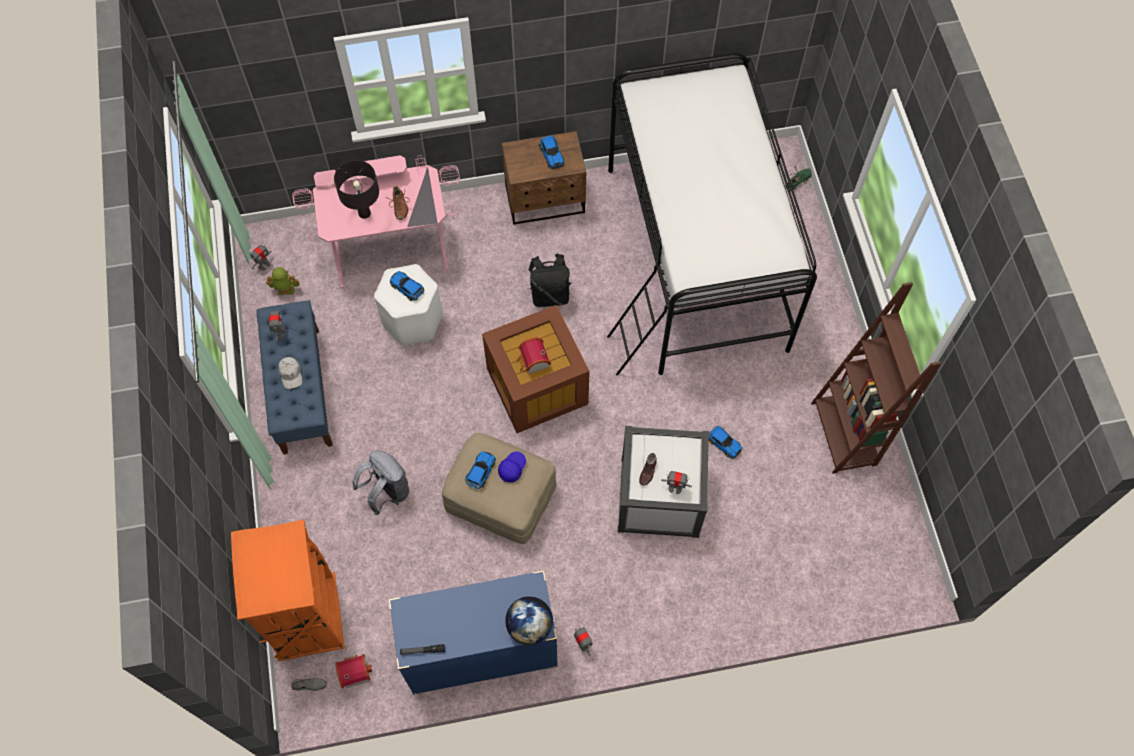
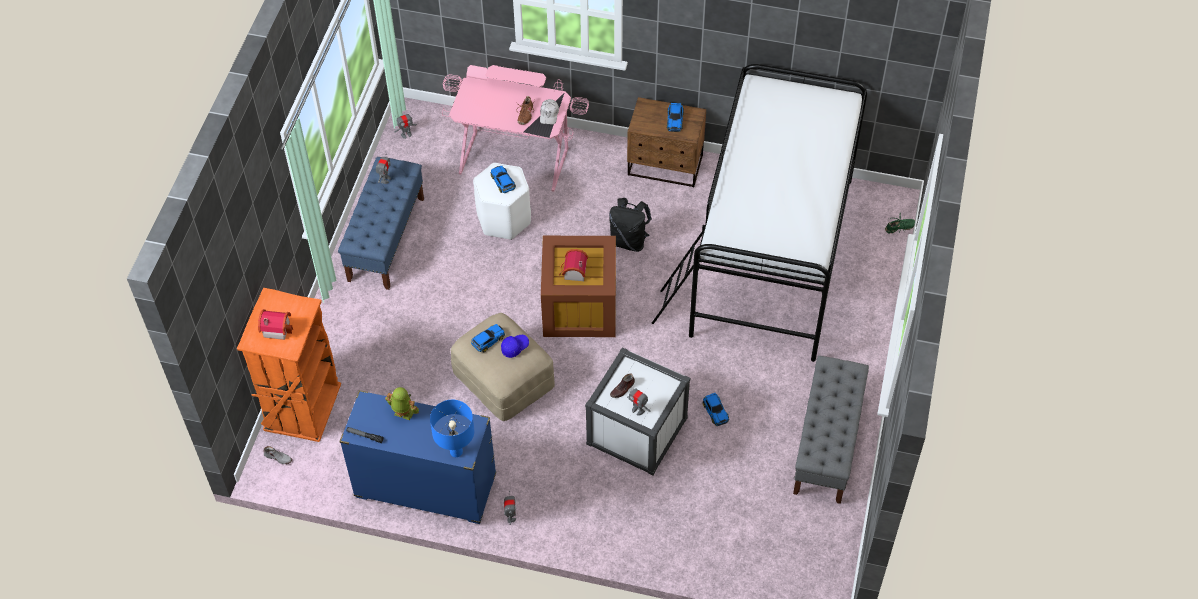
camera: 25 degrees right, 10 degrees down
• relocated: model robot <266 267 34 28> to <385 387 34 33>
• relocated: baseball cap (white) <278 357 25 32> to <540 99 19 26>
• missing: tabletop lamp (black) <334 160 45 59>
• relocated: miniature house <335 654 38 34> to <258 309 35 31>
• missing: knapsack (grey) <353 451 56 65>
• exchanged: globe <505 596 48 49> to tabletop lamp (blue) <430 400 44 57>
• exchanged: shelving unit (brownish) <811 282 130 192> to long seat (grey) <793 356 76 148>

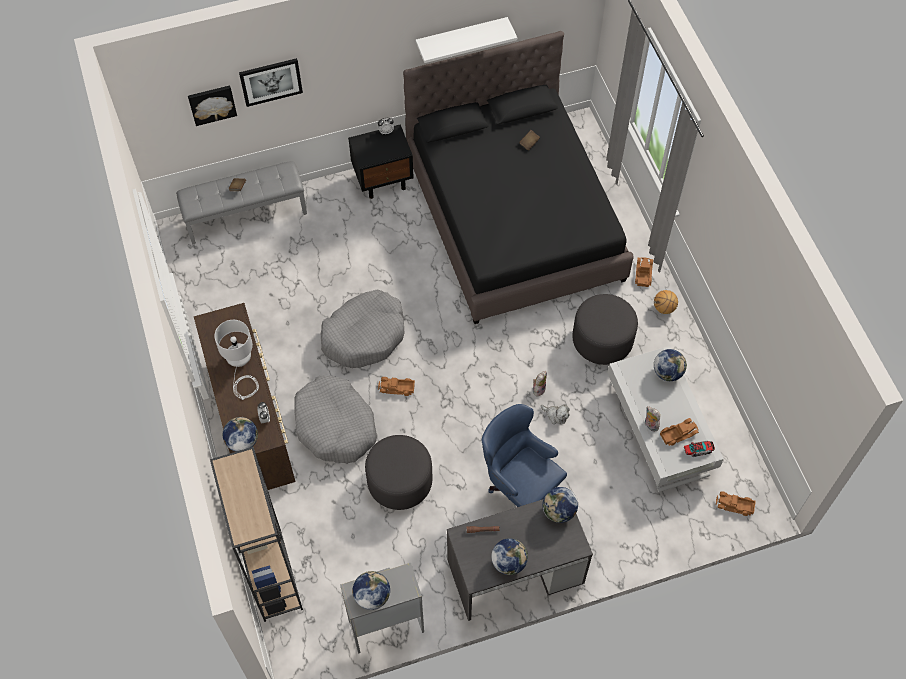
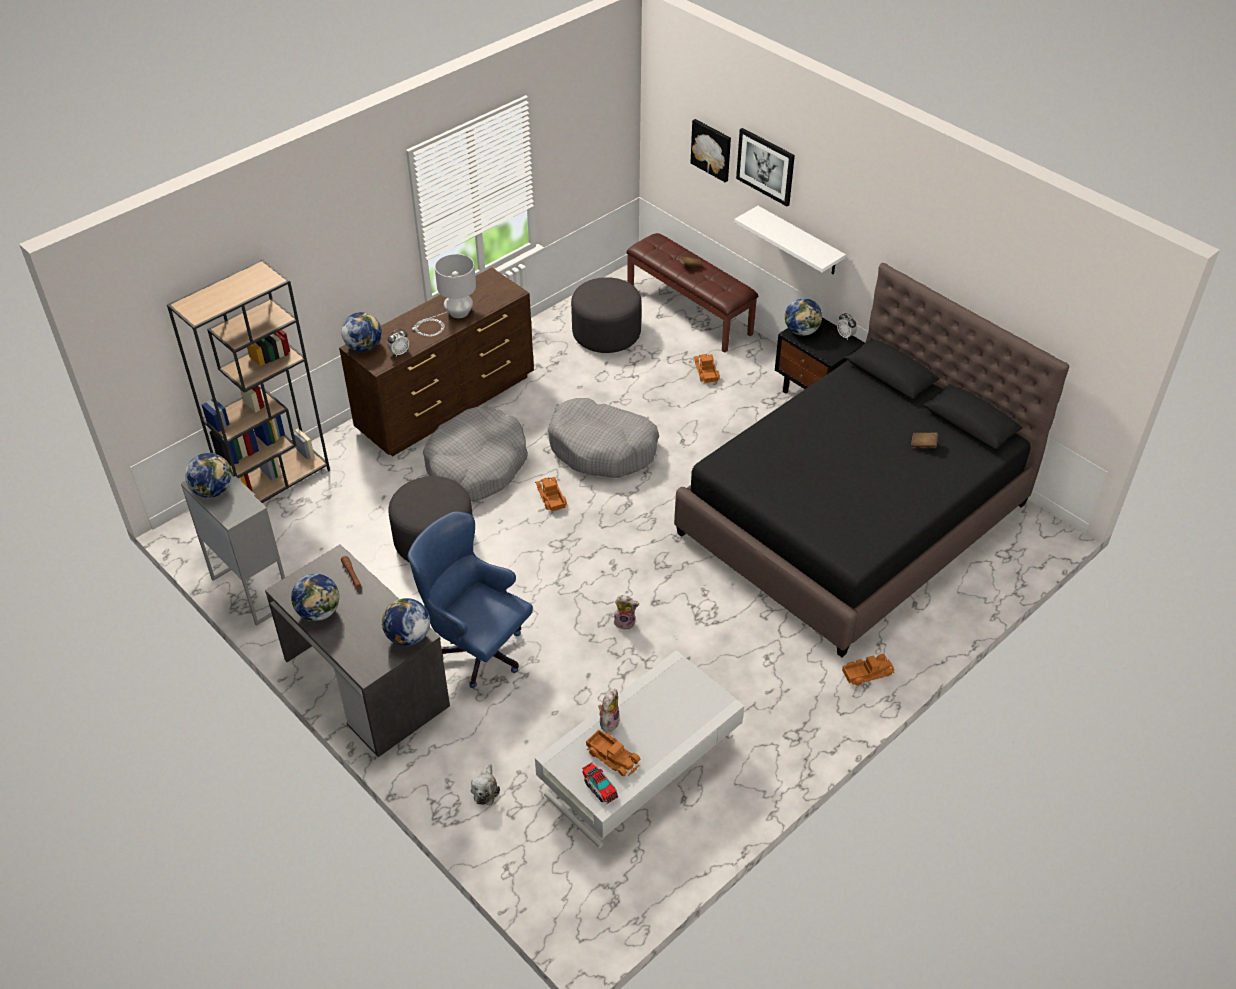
camera: 65 degrees right, 15 degrees down
• colour: long seat (grey) <176 161 131 84> to long seat (brownish) <626 233 132 120>
• relocated: shelf (white) <416 17 101 46> to <734 206 112 69>
• spun: computer chair (blue) <482 404 85 103> = <408 511 125 177> 75 degrees counterclockwise
• relocated: soft toy <541 404 29 21> to <471 764 29 41>
• relocated: footrest (grey) <572 294 66 71> to <571 277 71 76>
• missing: ball for basketball <654 290 24 24>
• relocated: globe <654 349 33 32> to <785 298 37 38>
• relocated: model truck <716 491 40 25> to <694 354 26 29>

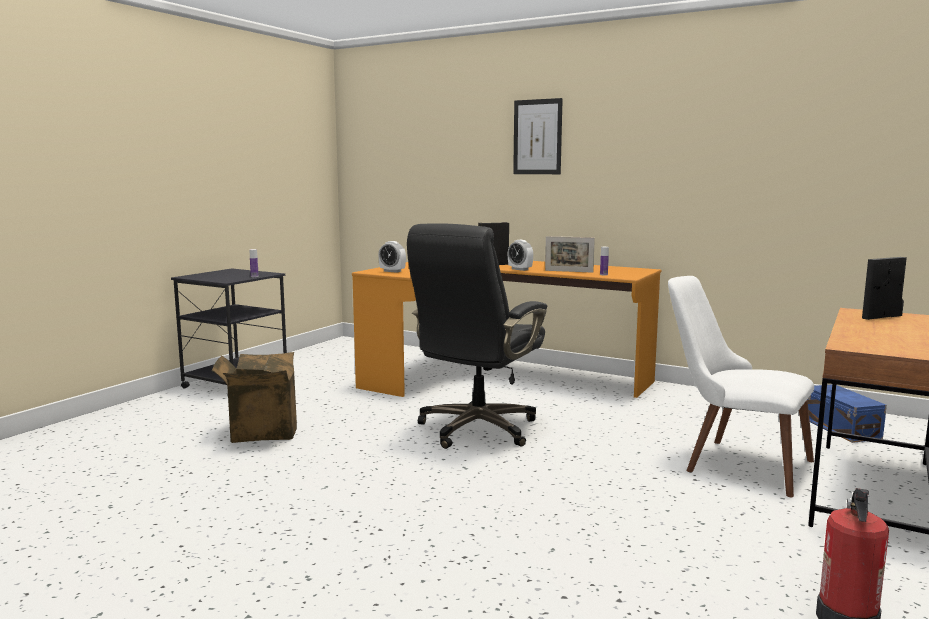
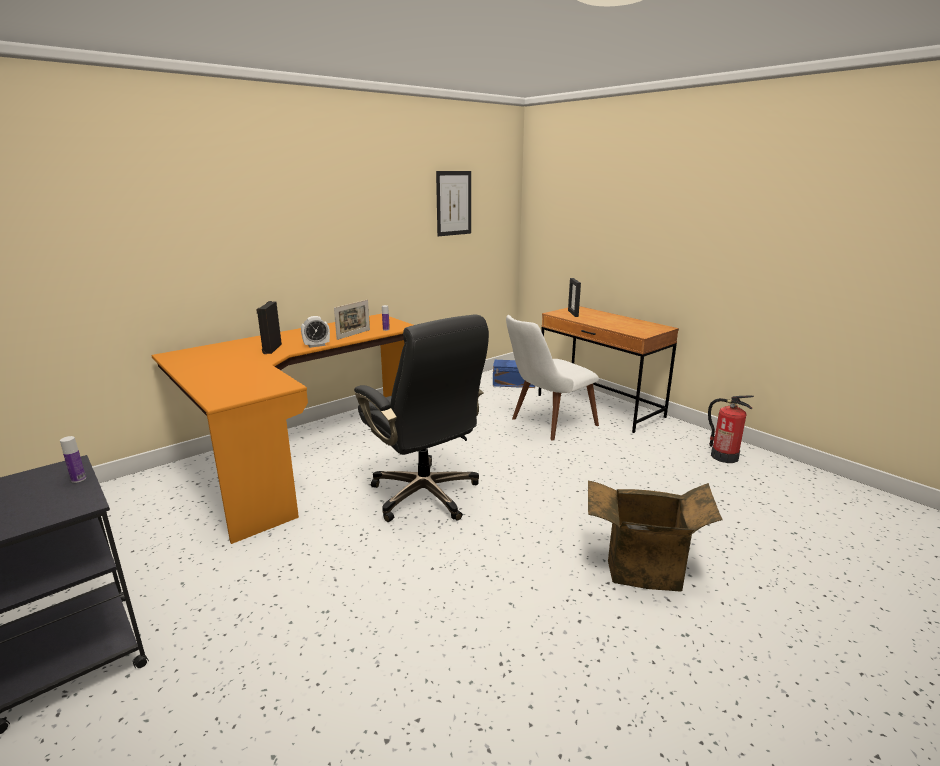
camera: 70 degrees left, 10 degrees up
• relocated: cardboard box <212 352 85 91> to <588 481 135 111>
• missing: alarm clock <379 241 27 32>
• relocated: wall picture <513 98 50 76> to <436 171 35 65>

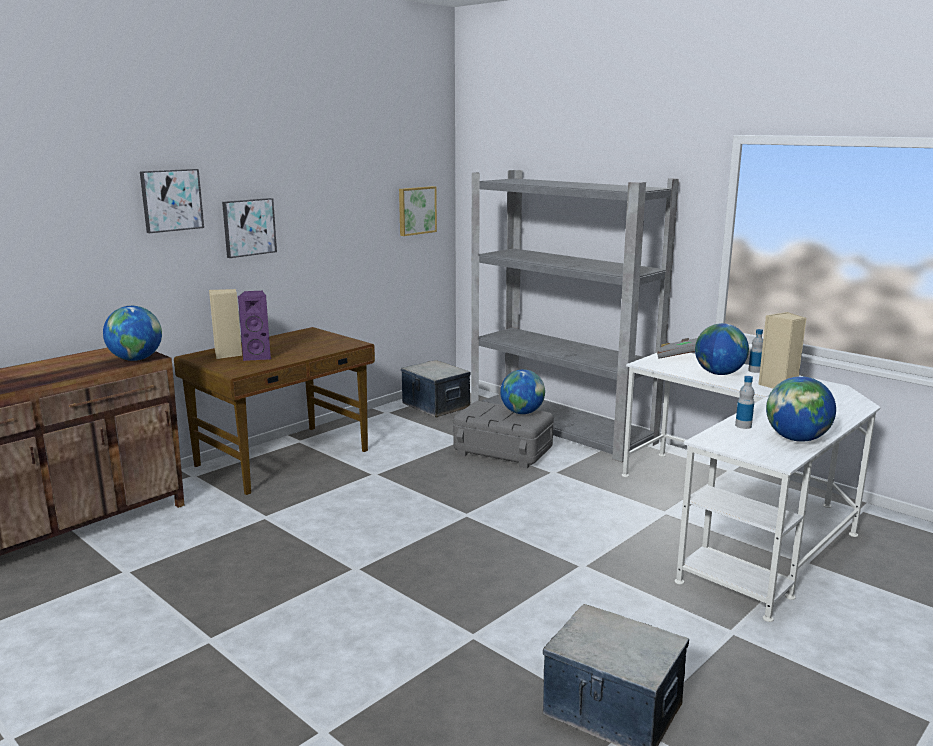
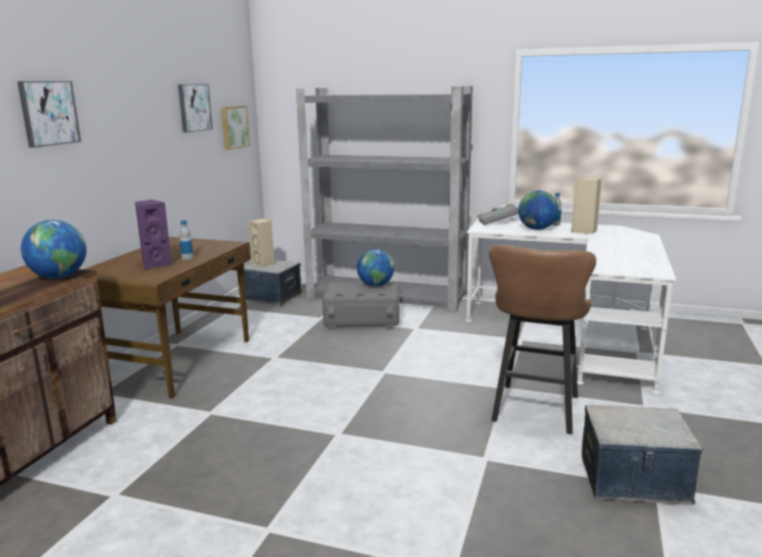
camera: 25 degrees left, 0 degrees up
• relocated: audio speaker (beige-coloured) <209 289 33 70> to <248 218 27 50>
• relocated: wall picture <222 198 55 60> to <178 84 35 49>
• relocated: drink bottle <735 376 20 53> to <179 220 15 40>
• missing: globe <766 376 70 66>
• appeared: sitting stool (brownish) <489 245 107 189>

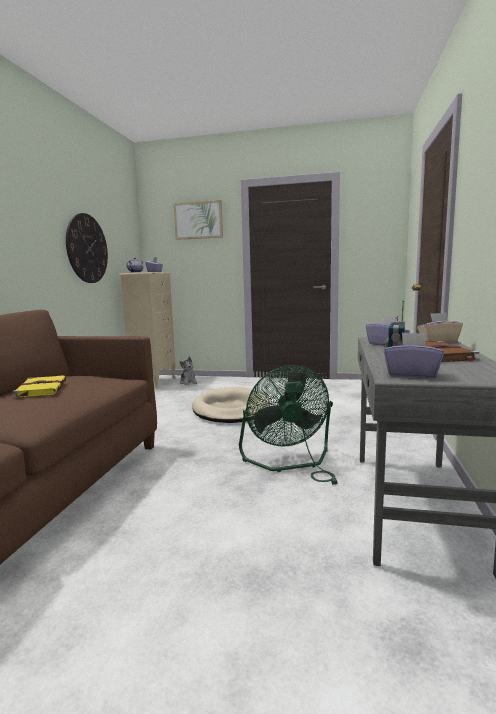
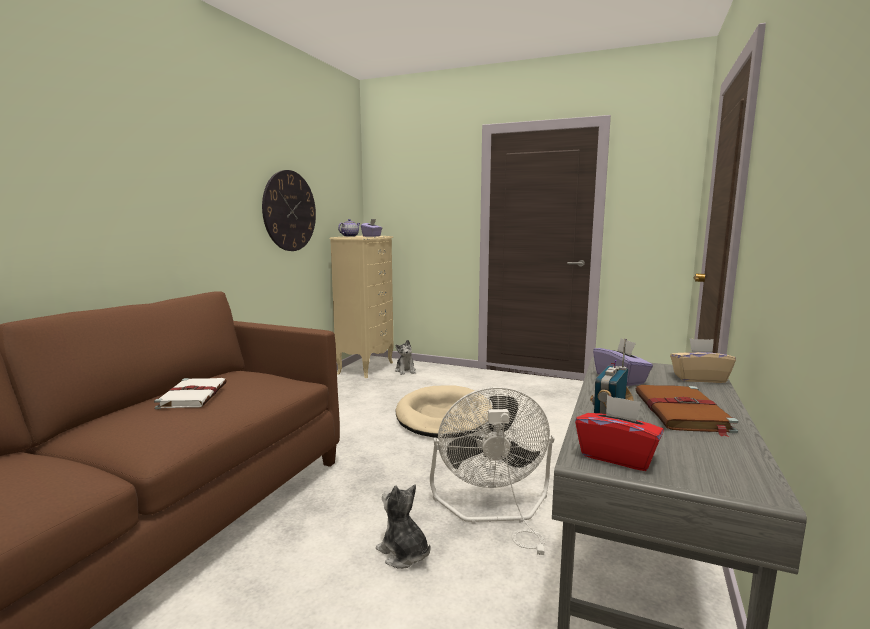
camera: 10 degrees right, 0 degrees up
• colour: book (yellow) <13 375 53 24> to book (white) <154 378 72 31>
• missing: wall picture <174 200 49 40>
• colour: cooling fan (green) <239 366 98 118> to cooling fan (white) <430 387 124 168>
• colour: tissue holder (purplish) <384 333 60 45> to tissue holder (red) <575 395 89 76>
• appeared: soft toy <376 484 55 85>

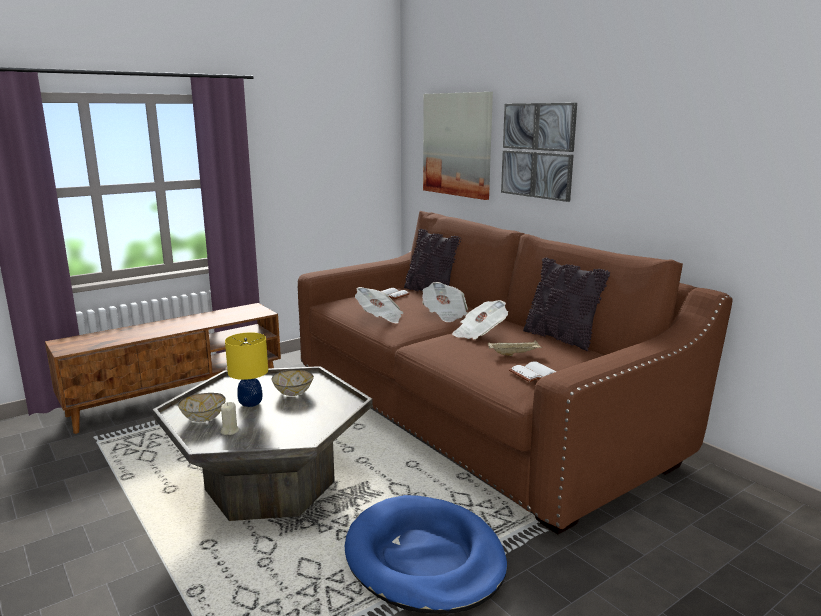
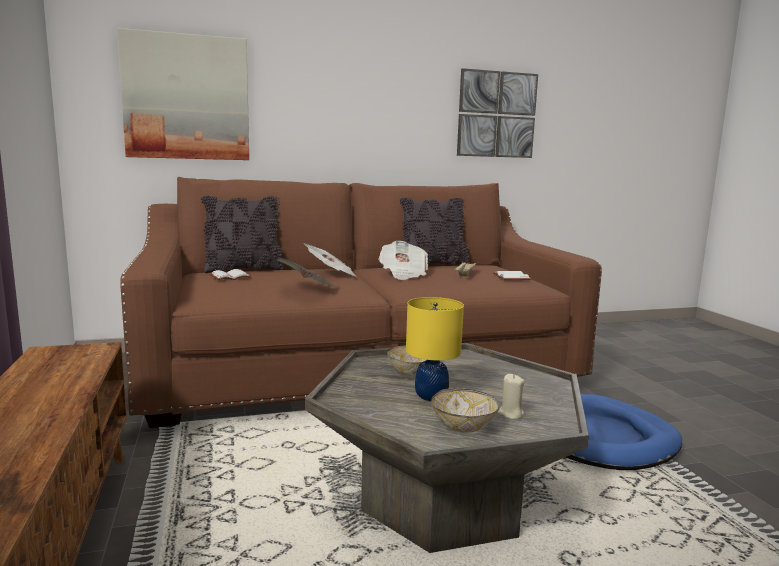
camera: 70 degrees left, 5 degrees down
• relocated: wall picture <501 103 76 99> to <457 68 81 90>

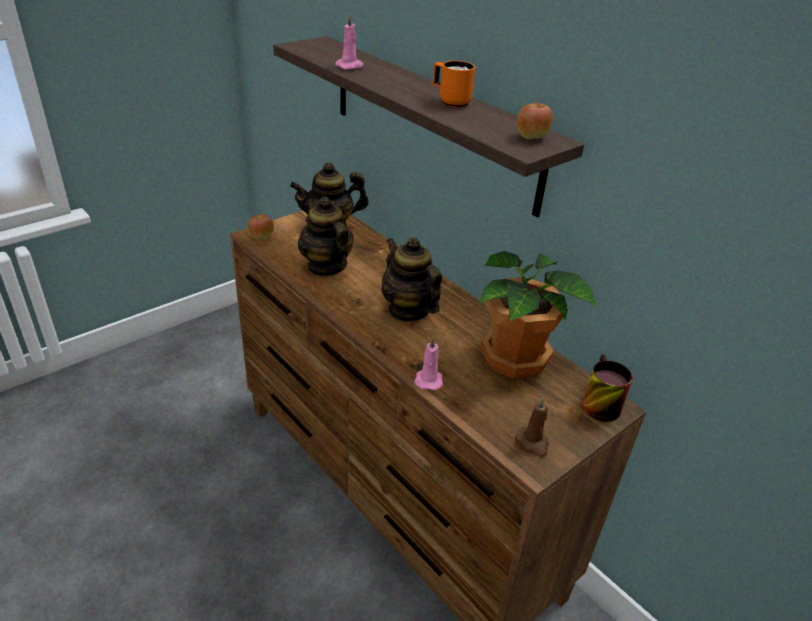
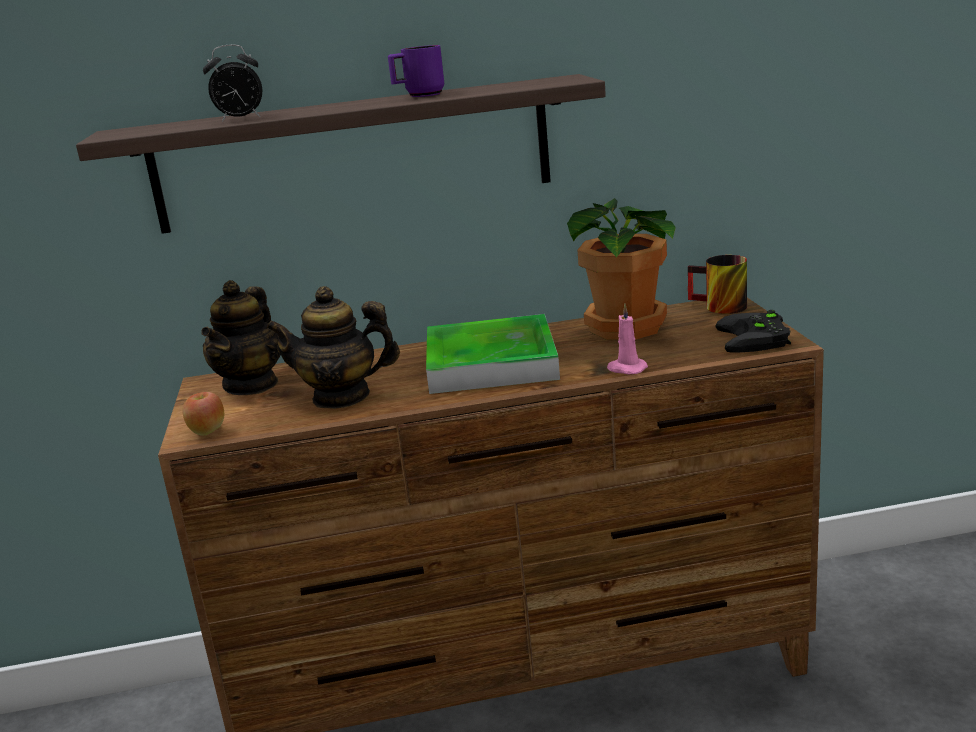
camera: 55 degrees left, 15 degrees down
• exchanged: wax light (pink) <335 14 29 56> to alarm clock <203 44 59 78>
• exchanged: teapot <381 237 61 85> to serving tray <426 314 134 80>
• colour: mug (orangey) <433 61 42 47> to mug (purplish) <388 45 56 52>
• exchanged: wax light (brownish) <515 397 34 60> to joypad (black) <715 310 76 43>
• missing: whole apple <517 103 36 36>

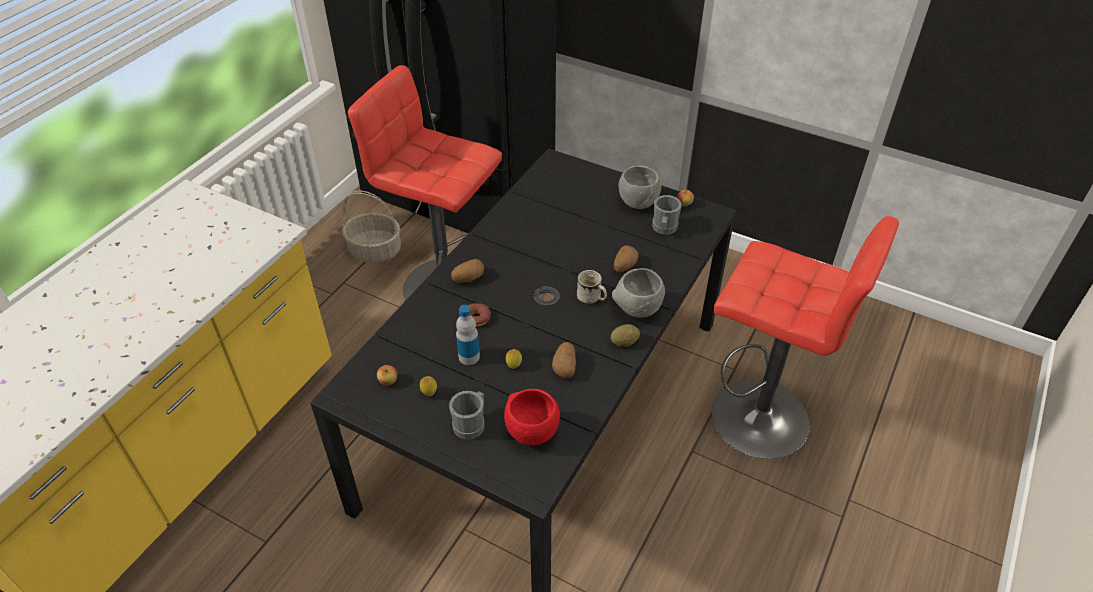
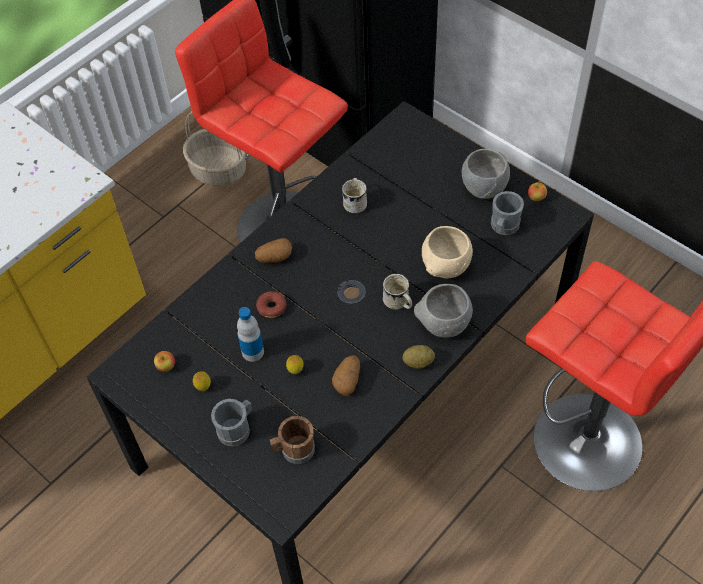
camera: 15 degrees right, 10 degrees up
• exchanged: deep dish (red) <504 389 56 56> to mug (brownish) <270 416 45 48>
• exchanged: potato <614 246 24 26> to deep dish (beige-coloured) <422 226 51 53>
• appeared: mug (white) <342 178 25 35>

